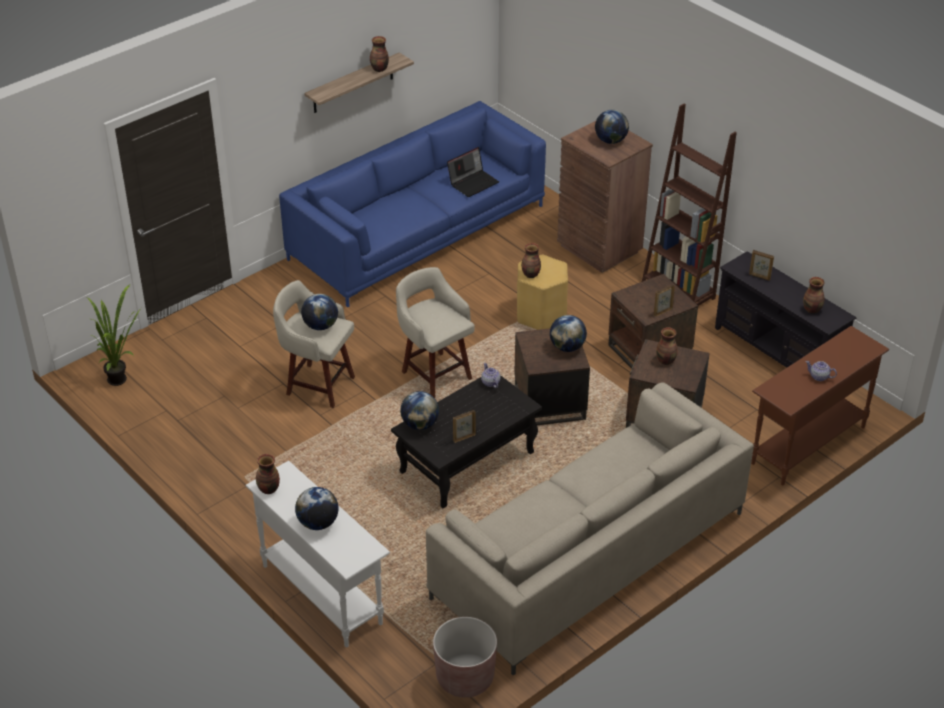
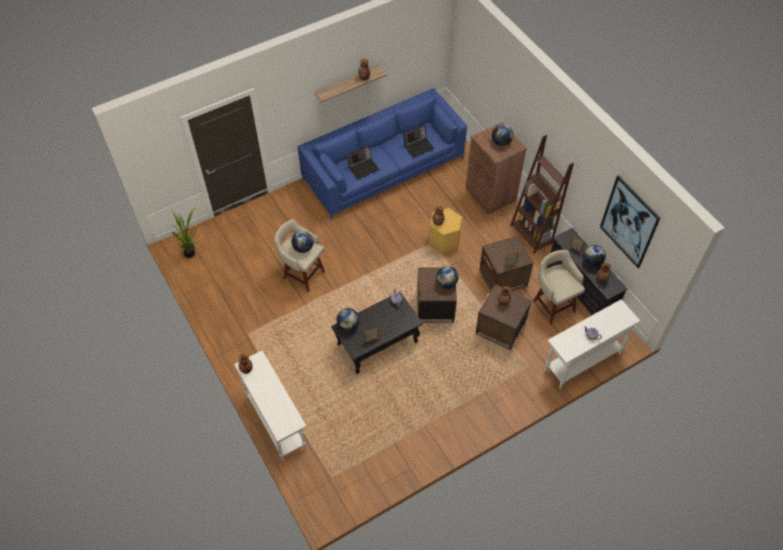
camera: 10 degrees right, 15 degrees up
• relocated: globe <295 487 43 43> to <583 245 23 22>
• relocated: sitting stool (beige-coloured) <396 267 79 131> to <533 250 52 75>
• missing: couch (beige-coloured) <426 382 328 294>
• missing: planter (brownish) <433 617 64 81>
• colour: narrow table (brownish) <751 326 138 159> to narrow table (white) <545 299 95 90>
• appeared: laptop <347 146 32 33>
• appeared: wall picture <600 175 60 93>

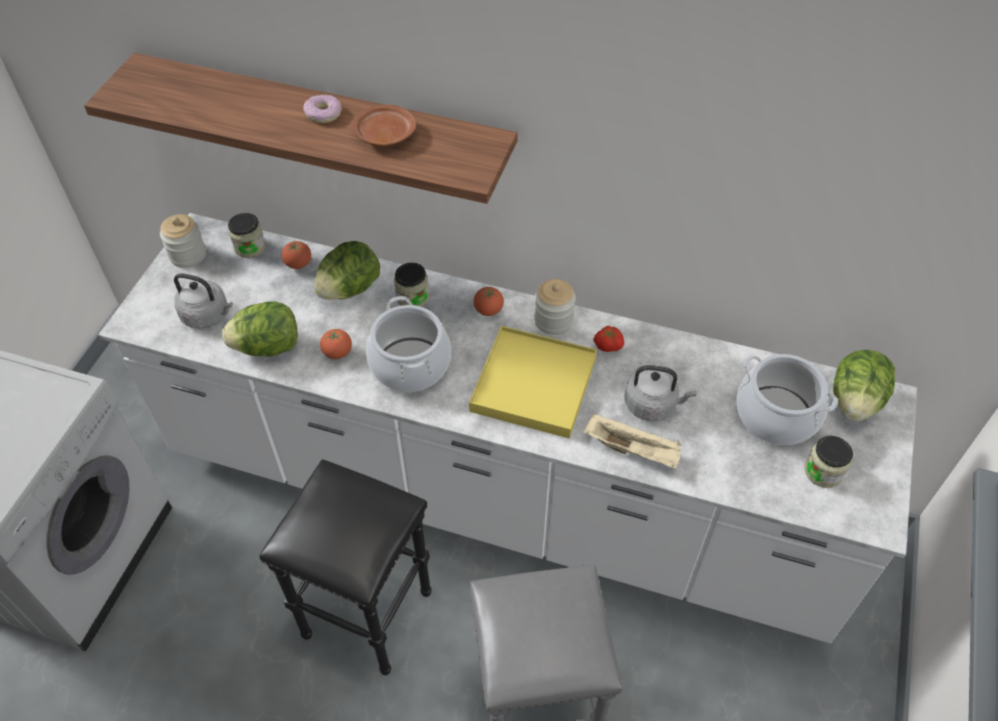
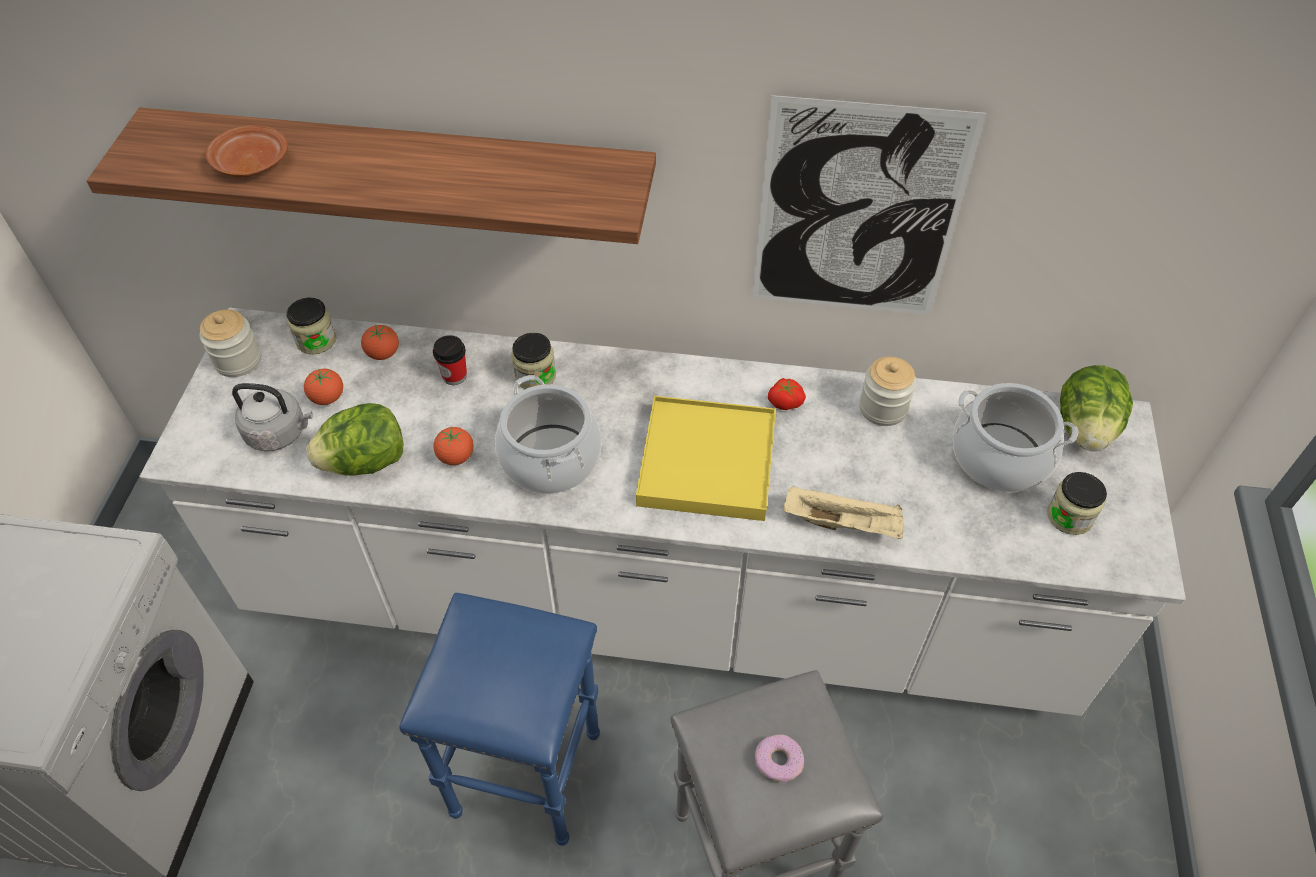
camera: 10 degrees left, 0 degrees up
• colour: sitting stool (black) <259 460 172 215> to sitting stool (blue) <399 593 201 253>
• relocated: ring doughnut <303 95 39 28> to <755 734 49 49>
• exchanged: lettuce head <313 241 67 59> to drinking cup <433 335 34 50>
• relocated: dinner plate (brownish) <353 104 63 42> to <206 125 82 52>
• relocated: whole tomato <473 286 31 30> to <304 369 39 36>
• relocated: jar <534 279 42 56> to <859 356 57 70>
• missing: tea kettle (grey) <625 365 71 56>
• appeared: wall picture <752 95 234 220>

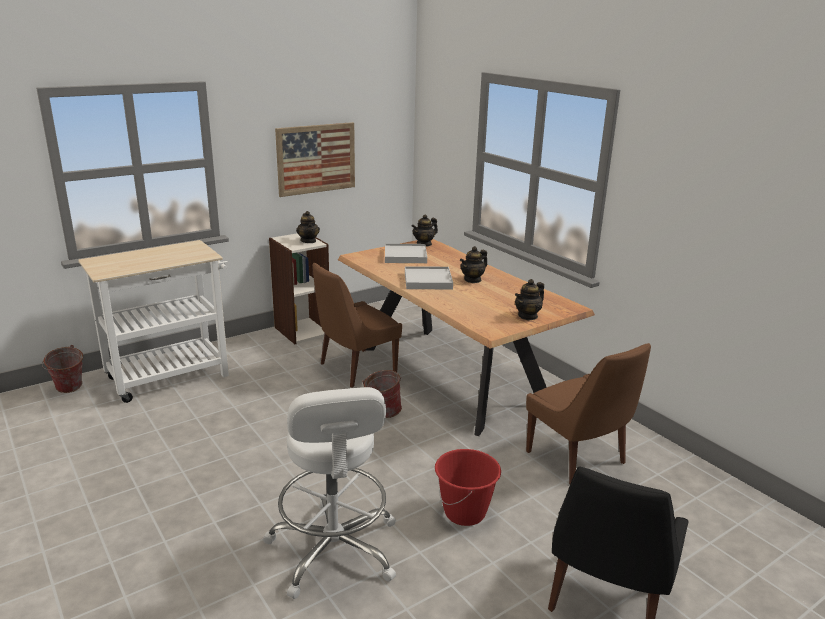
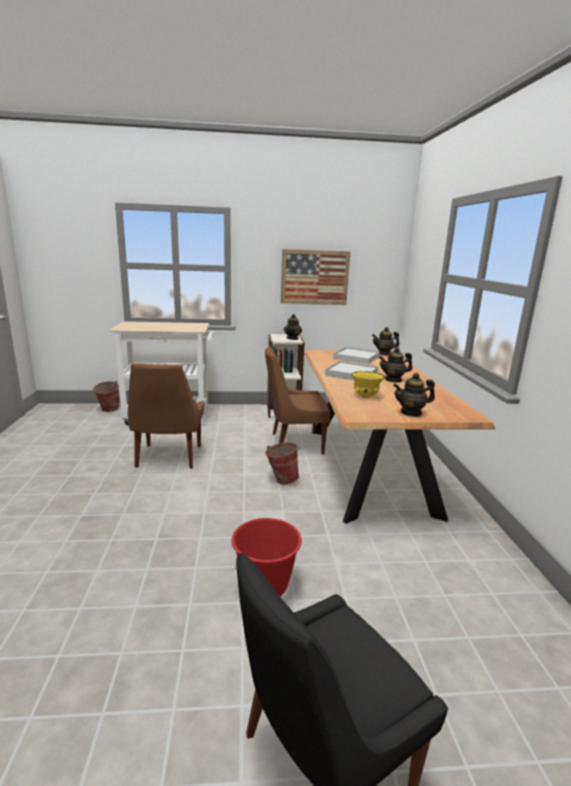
camera: 30 degrees right, 5 degrees down
• missing: sitting stool (white) <263 387 133 212>
• relocated: chair (brownish) <526 343 125 141> to <128 364 76 105>
• appeared: deep dish (yellow) <351 371 35 27>

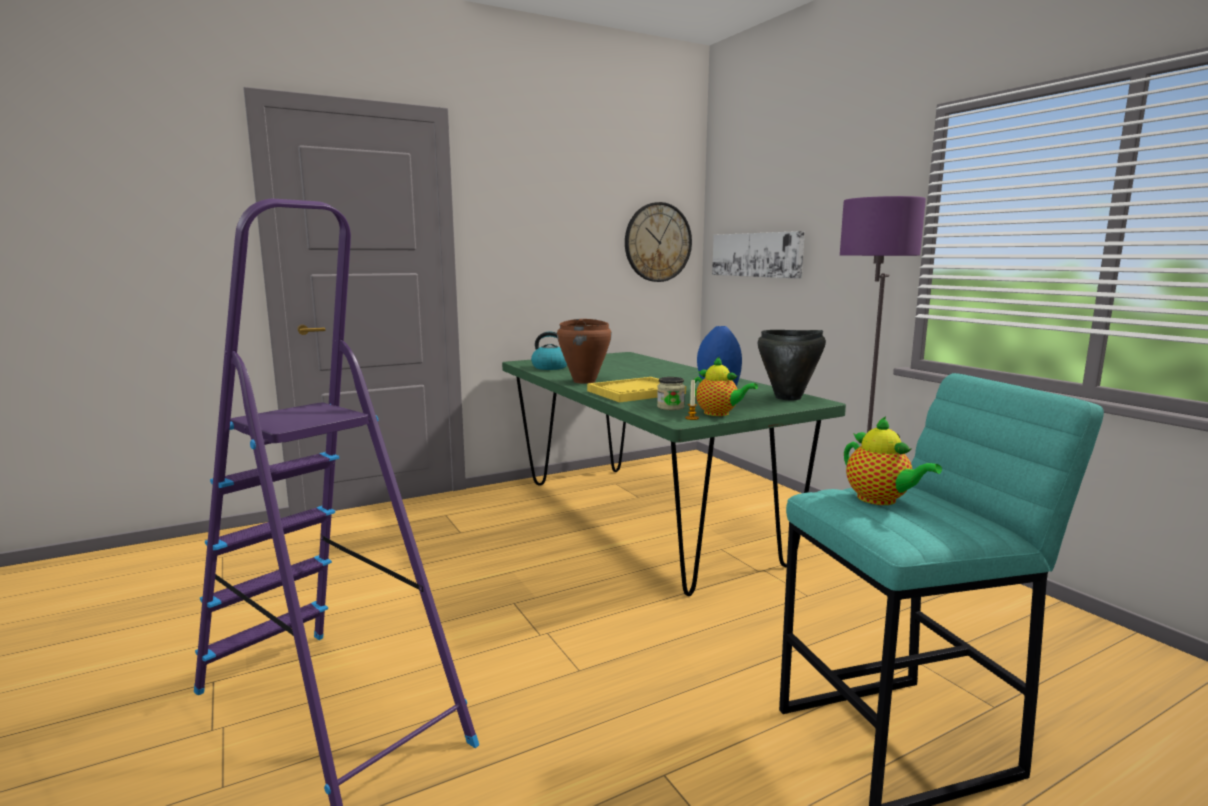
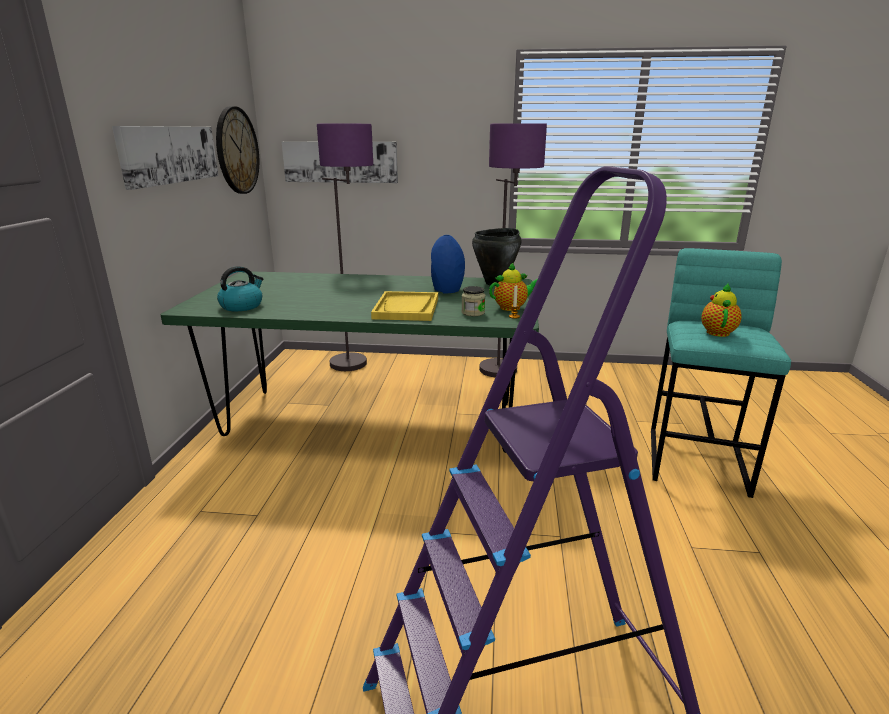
camera: 55 degrees left, 10 degrees up
• missing: cooking pot (brownish) <557 319 55 65>
• spun: teapot <844 416 98 89> = <701 284 40 53> 75 degrees counterclockwise
• appeared: wall picture <112 126 106 64>
• appeared: floor lamp (purplish) <317 124 56 247>

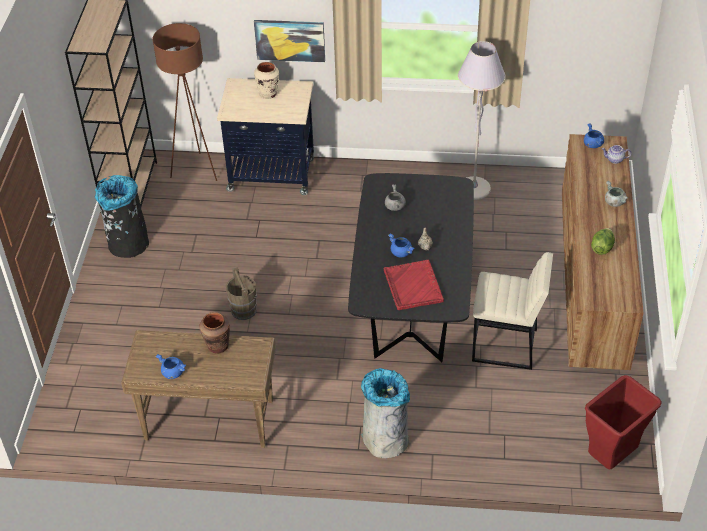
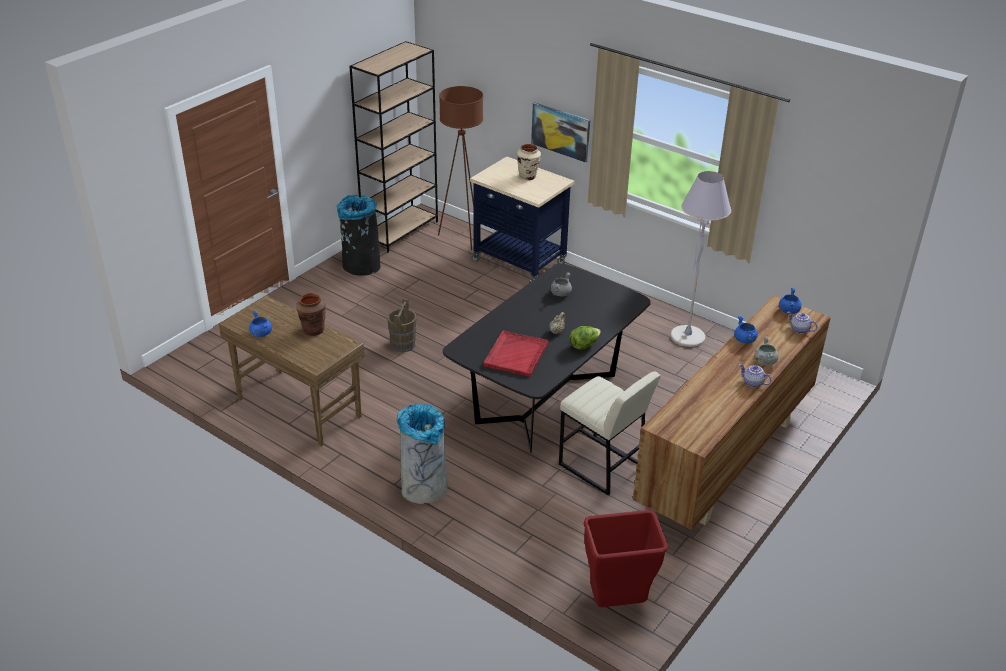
camera: 30 degrees right, 10 degrees down
• relocated: cooking pot (blue) <388 234 26 23> to <734 316 24 27>
• relocated: lettuce head <591 228 24 27> to <570 326 31 23>
• appeared: teapot <739 364 33 23>

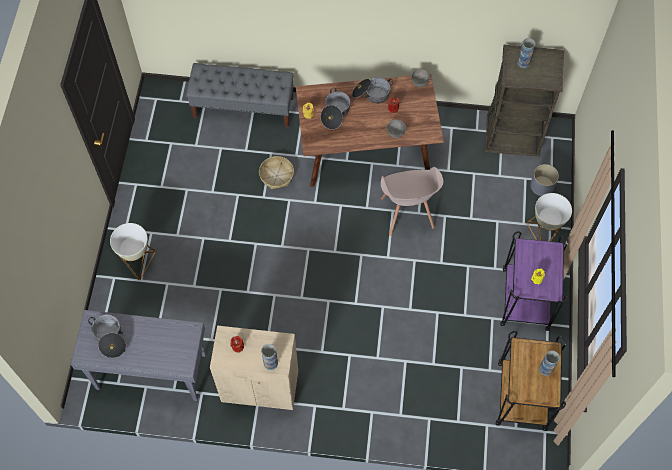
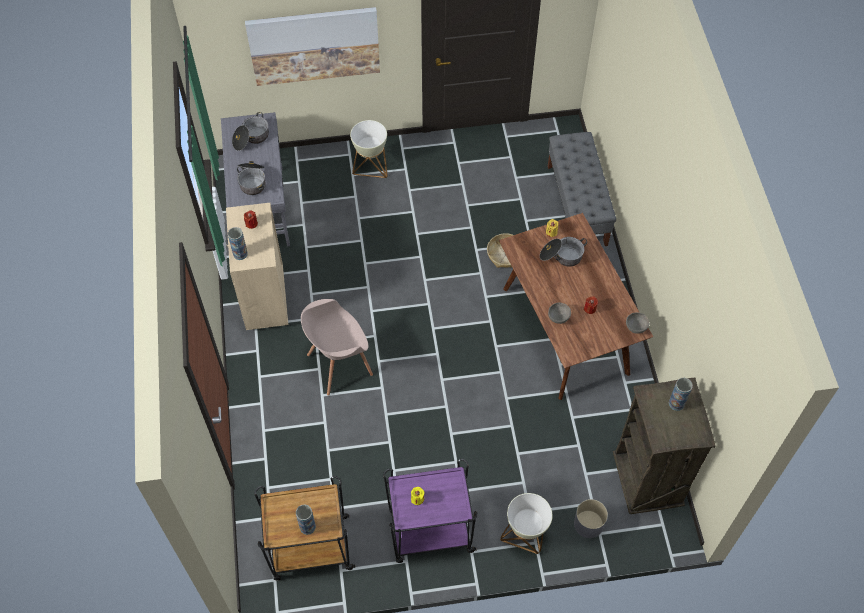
camera: 75 degrees right, 5 degrees down
• relocated: cooking pot <352 77 41 26> to <237 161 29 34>
• relocated: chair (beige-coloured) <381 167 62 69> to <301 299 72 97>
• appeared: wall picture <245 7 135 79>

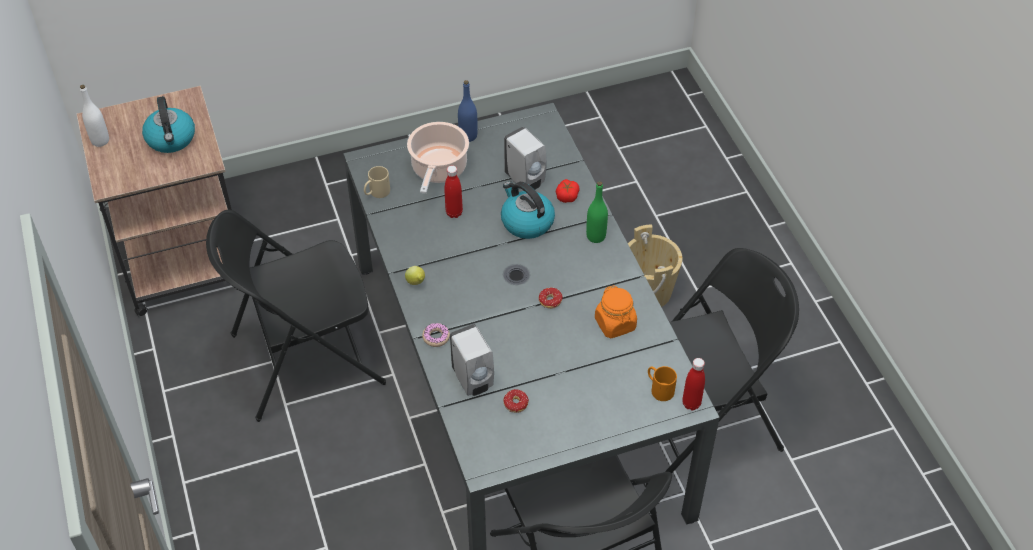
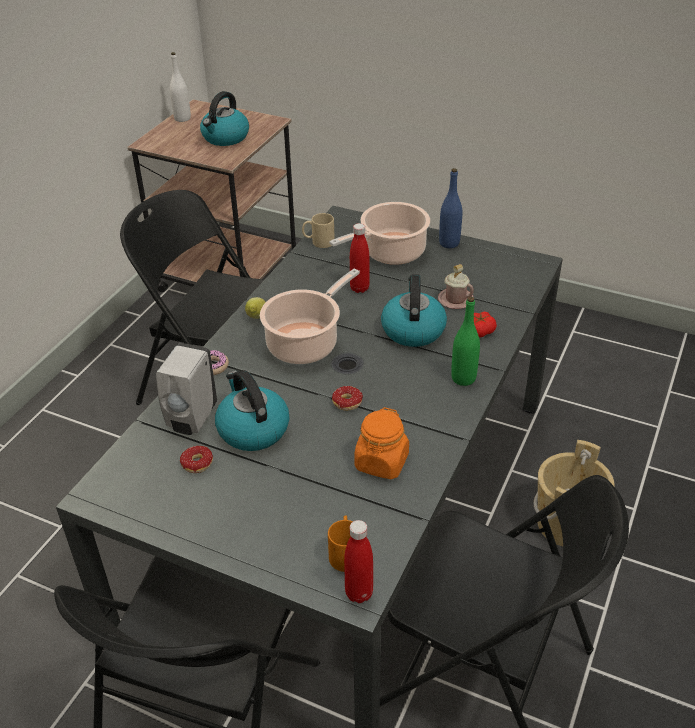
camera: 45 degrees right, 10 degrees down
• exchanged: soap bottle (white) <504 127 43 64> to mug (pink) <438 264 36 45>
• appeared: tea kettle <215 370 74 81>
• appeared: cooking pot <260 268 100 96>

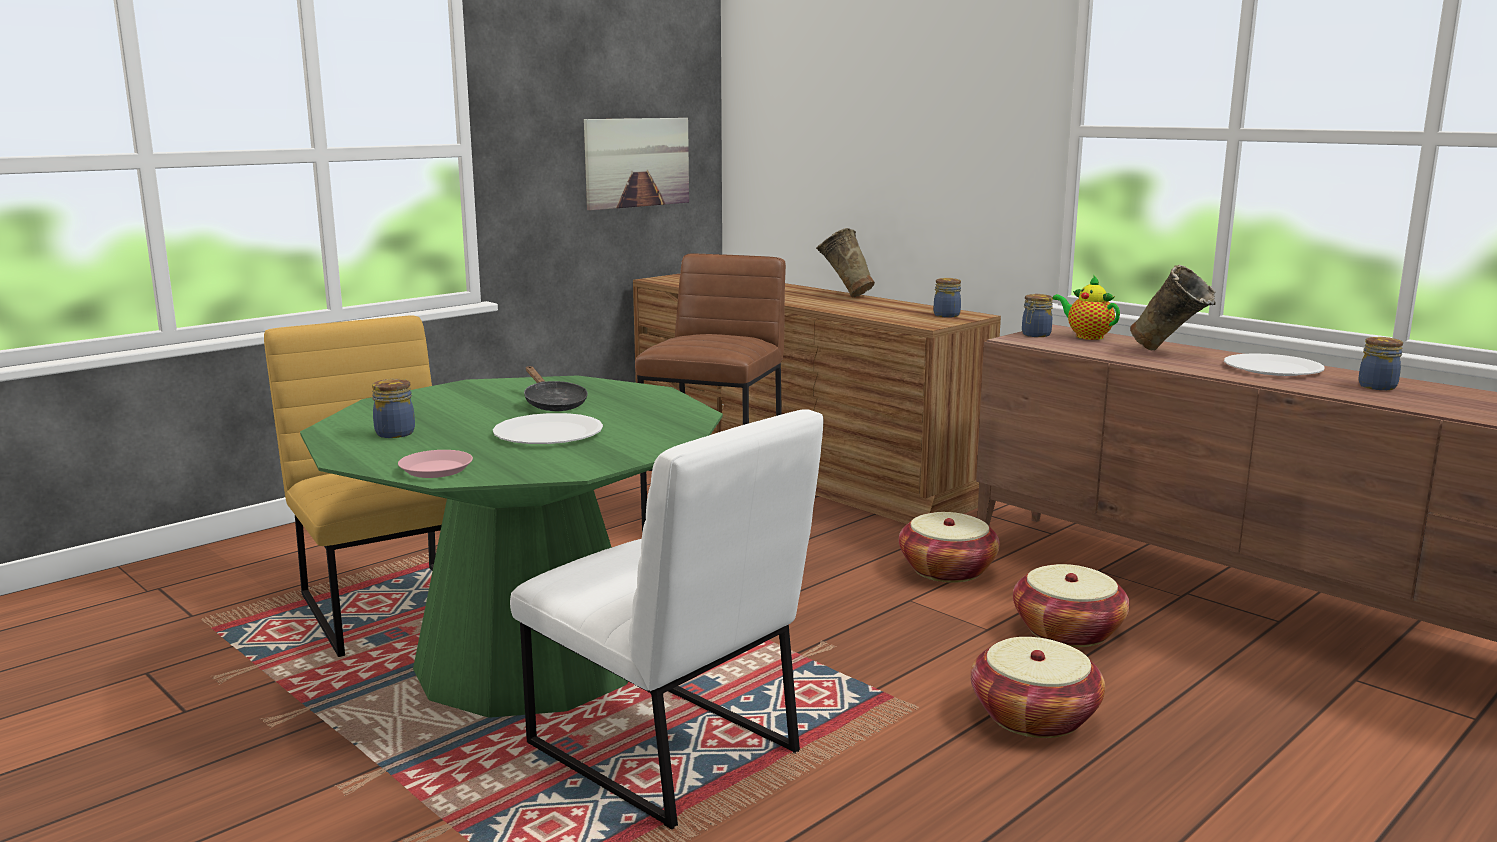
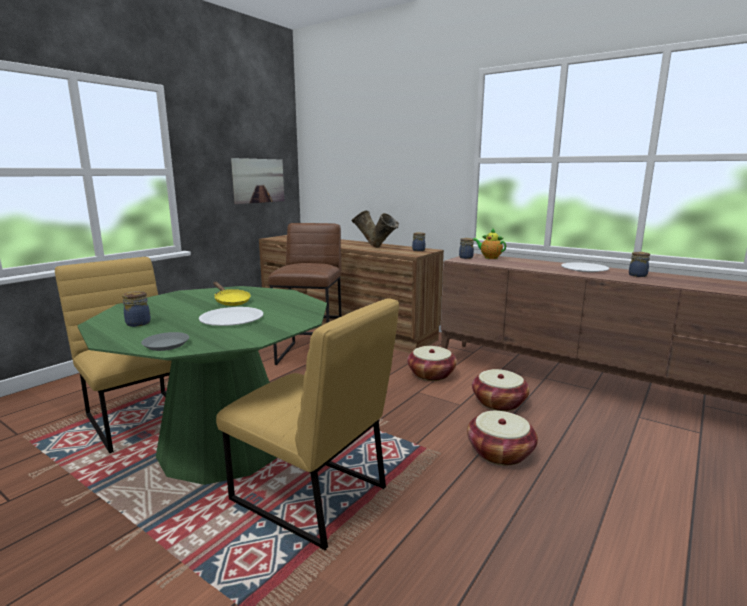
camera: 10 degrees left, 0 degrees up
• colour: dinner plate (pink) <398 450 75 28> to dinner plate (grey) <141 332 48 19>
• colour: chair (white) <510 409 314 421> to chair (yellow) <216 298 183 252>
• colour: frying pan (black) <524 366 64 45> to frying pan (yellow) <213 282 38 24>
• relocated: vase (beige-coloured) <1130 265 86 86> to <368 213 31 35>

